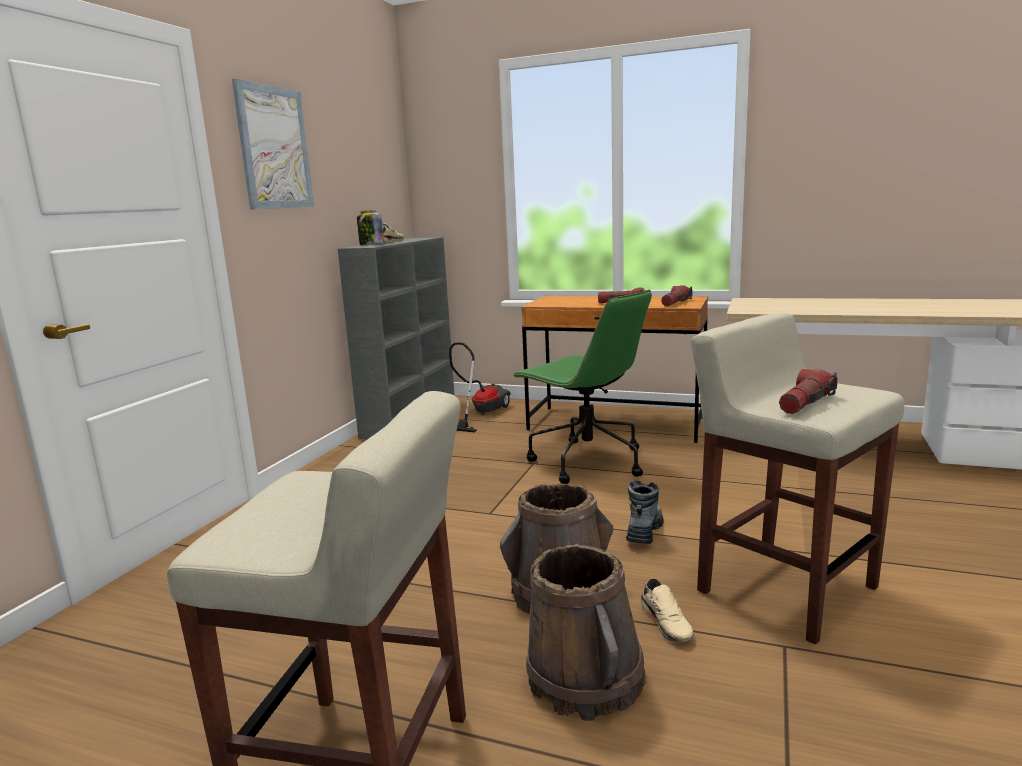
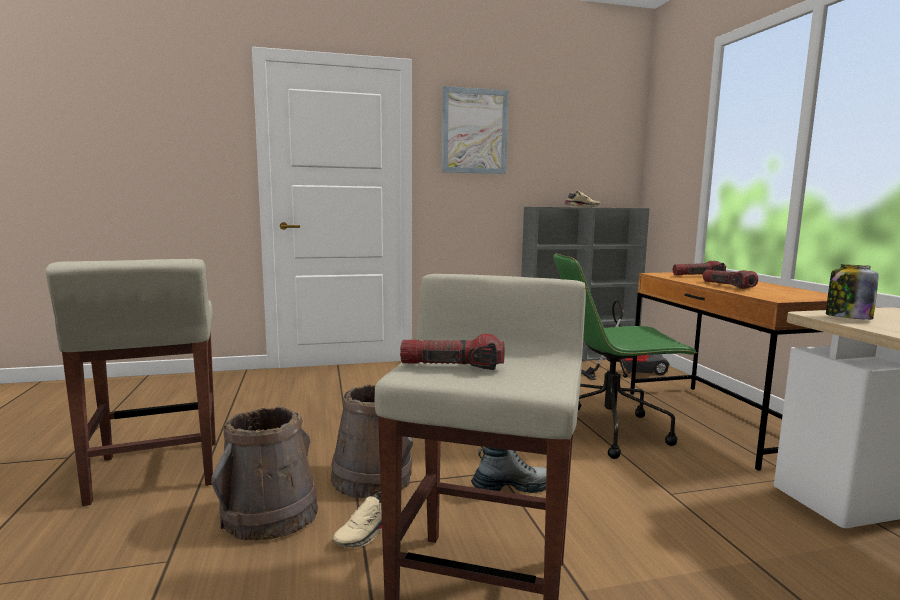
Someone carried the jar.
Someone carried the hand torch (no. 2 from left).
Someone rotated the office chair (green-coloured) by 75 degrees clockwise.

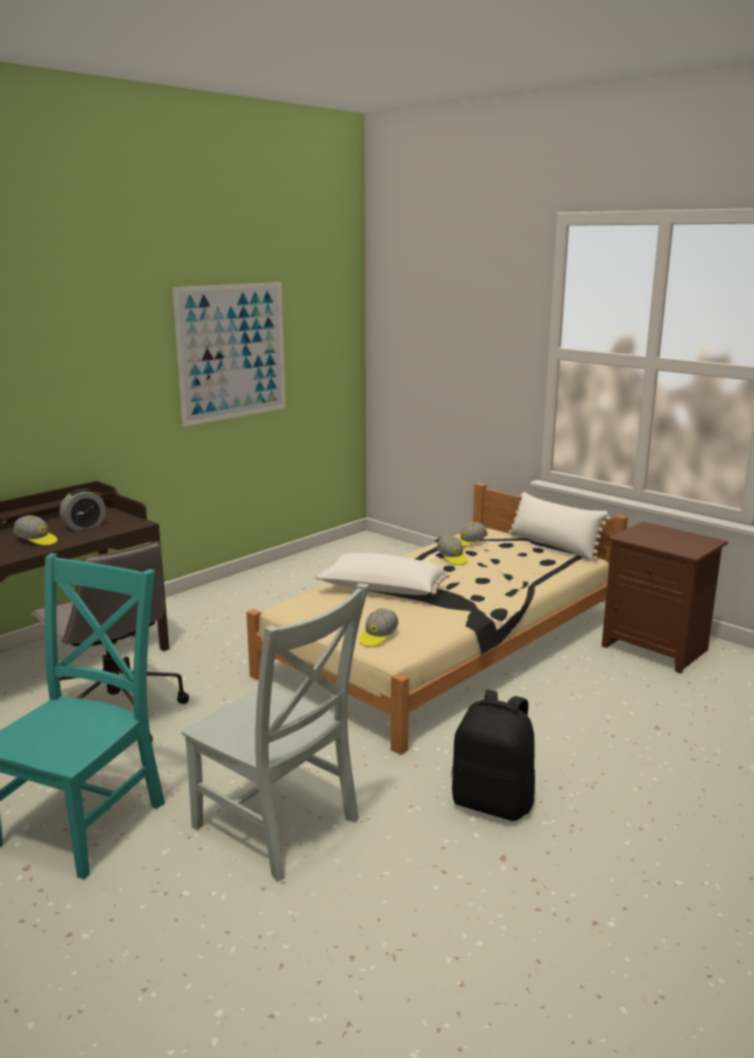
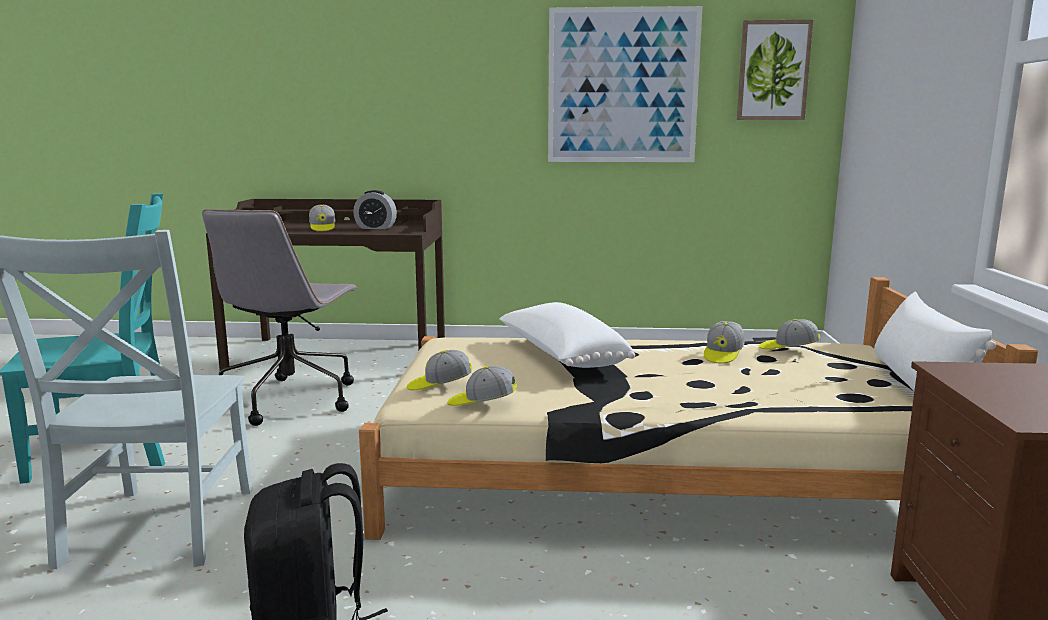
Someone put up the wall picture (no. 2 from left).
Someone put down the peaked cap (no. 3 from left).

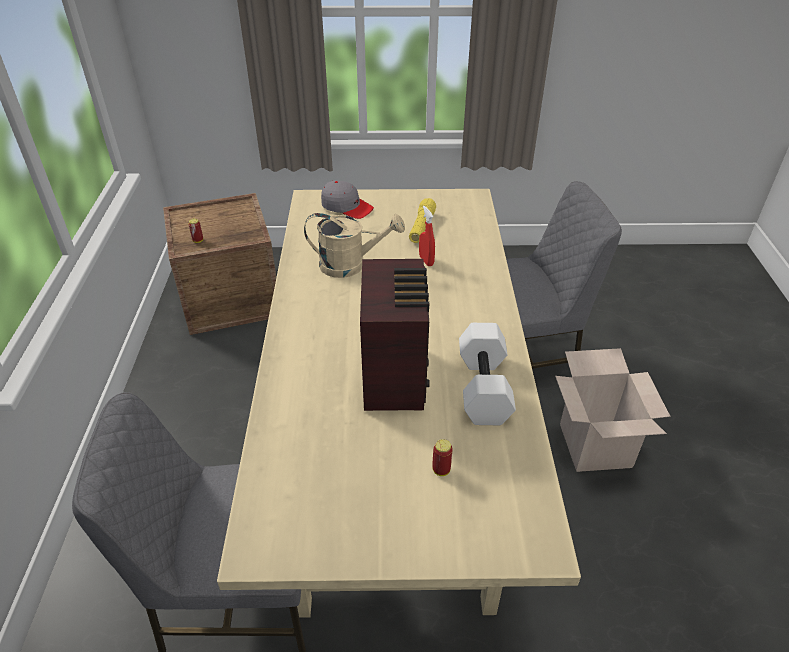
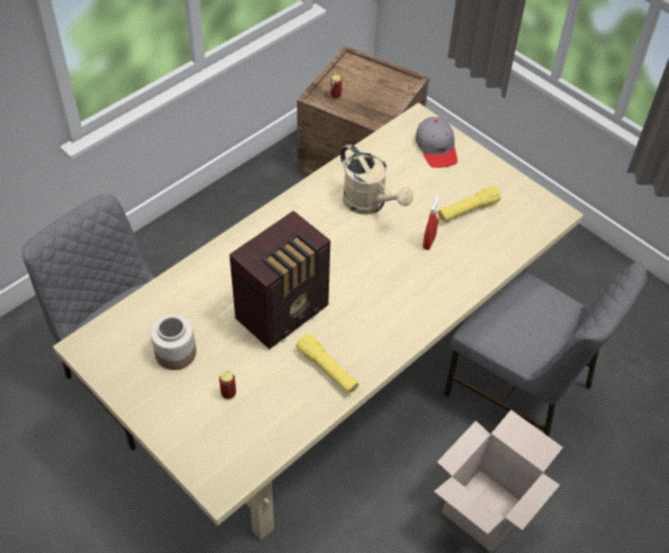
Someone swapped the free weight (white) for the hand torch (yellow) (no. 1 from left).
Someone put down the jar.

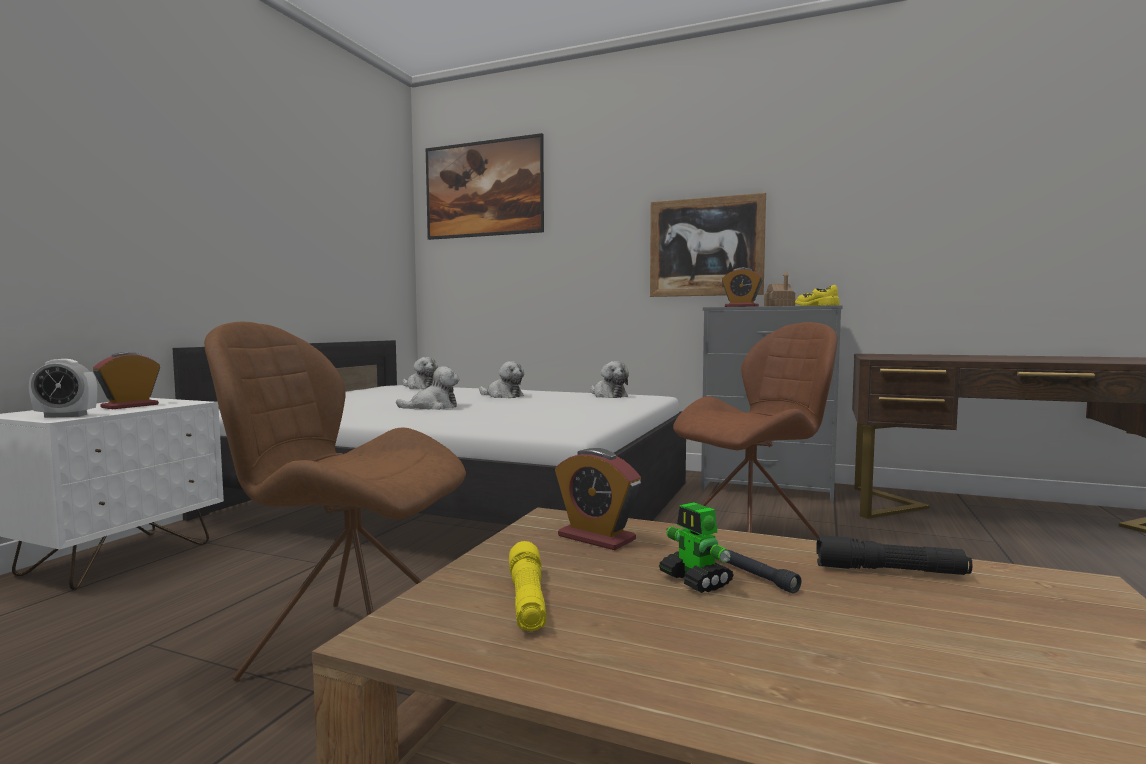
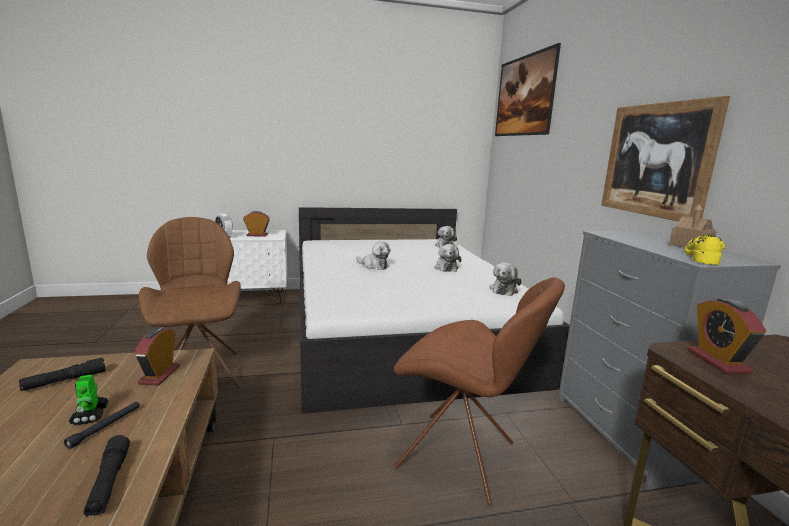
Someone carried the alarm clock (no. 4 from left).
Someone rotated the robot figure by 45 degrees counterclockwise.
Someone repainted the hand torch (yellow), which became the hand torch (blackish) (no. 1 from left).

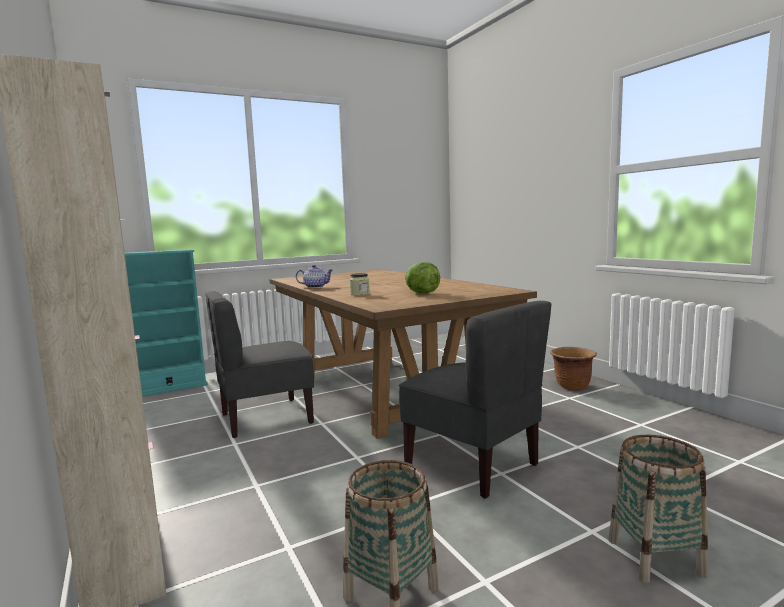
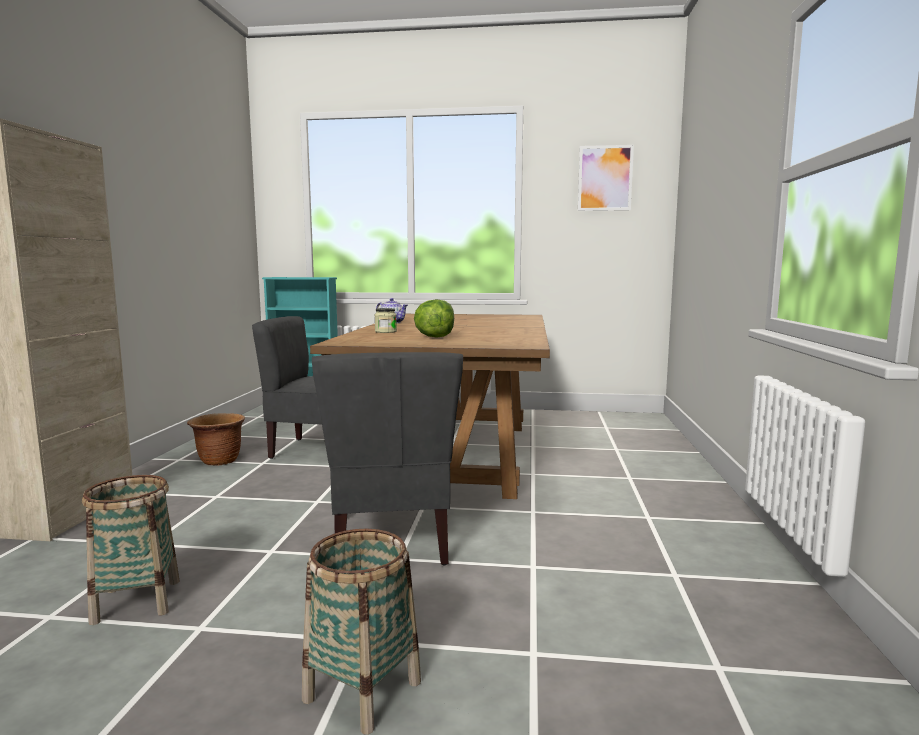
Someone carried the planter (brown).
Someone put up the wall picture.

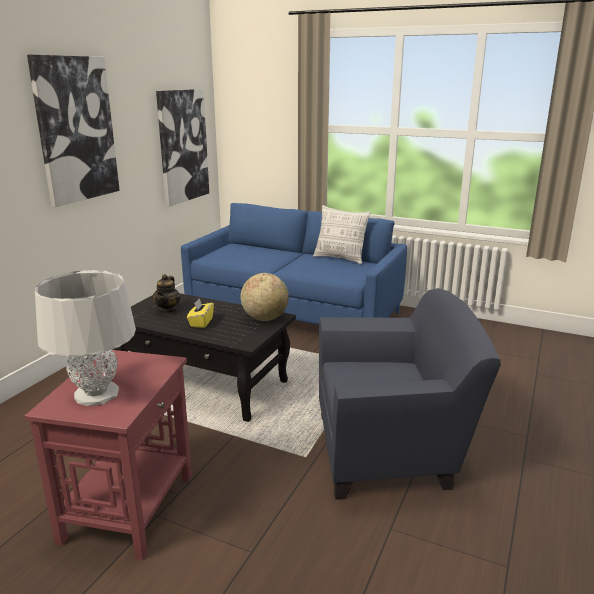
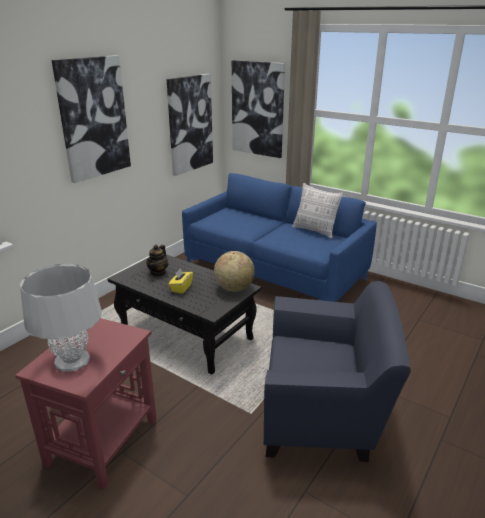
Someone put up the wall picture (no. 3 from left).

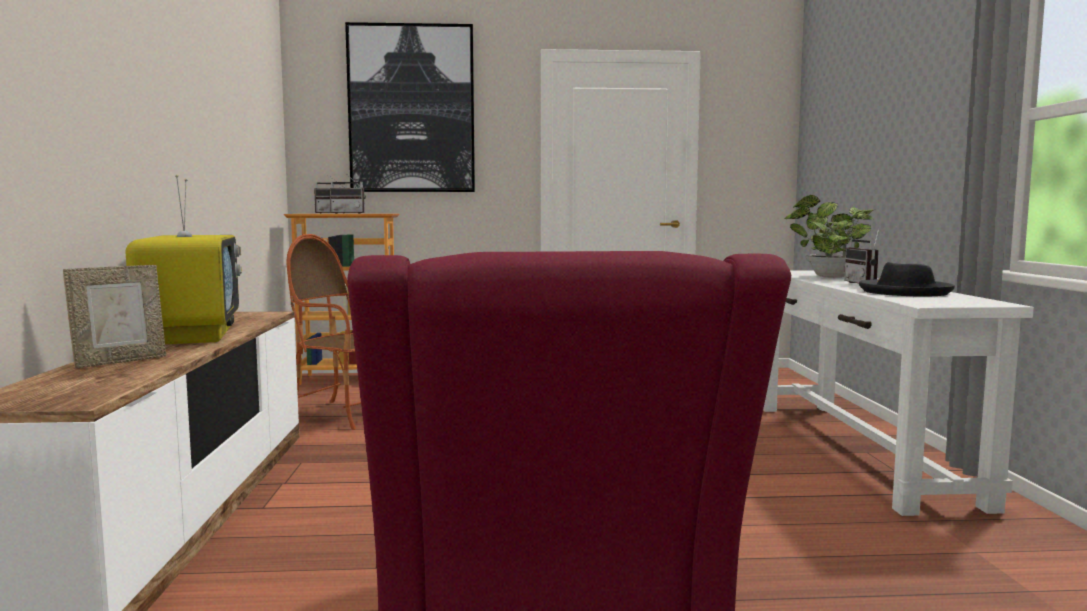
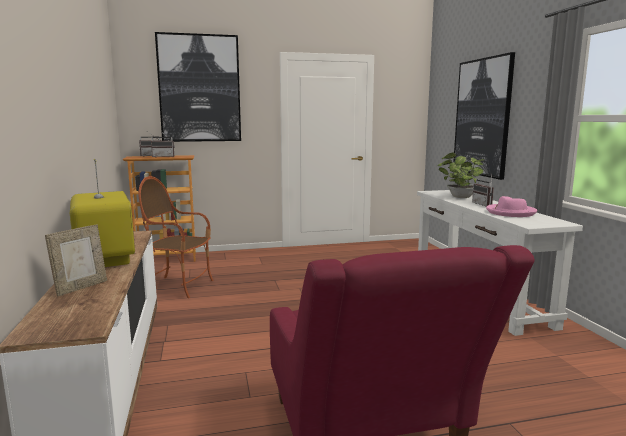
Someone repainted the clothing hat (blackish), which became the clothing hat (pinkish).
Someone put up the wall picture (no. 2 from left).

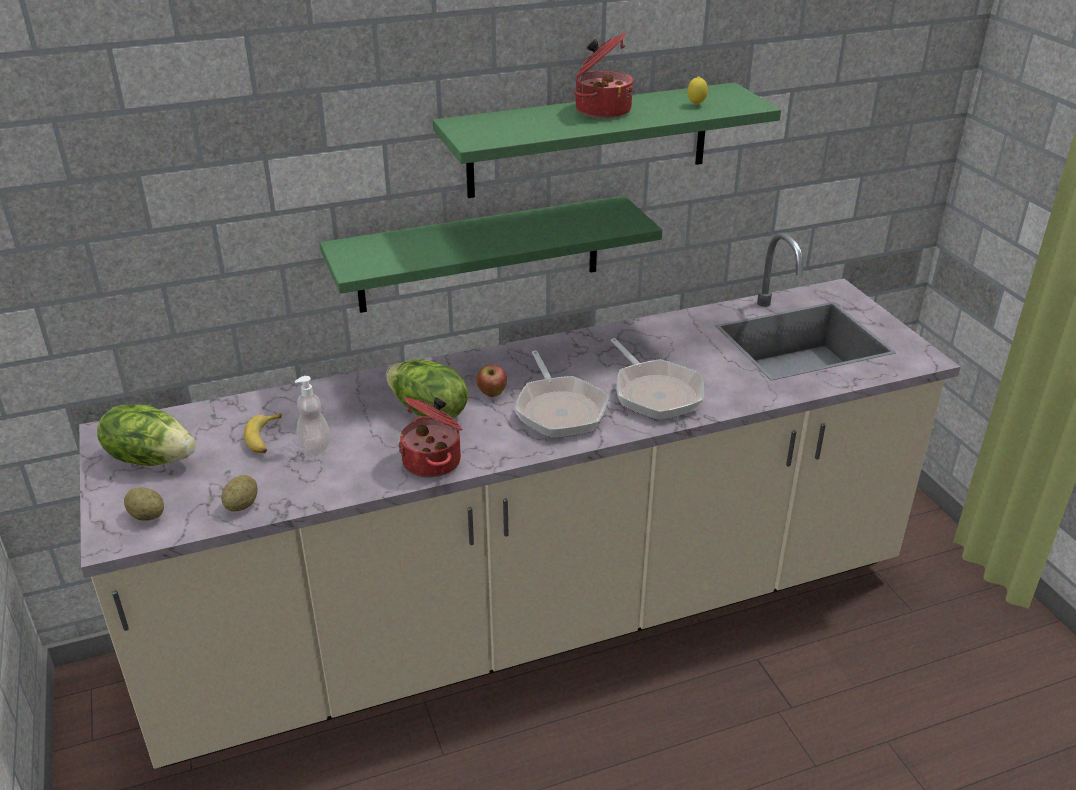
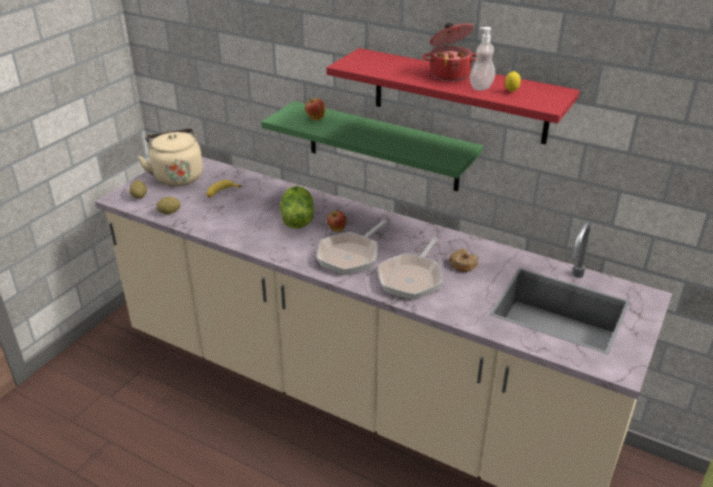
Someone repainted the shelf (green-coloured) (no. 2 from left), which became the shelf (red).
Someone carried the soap dispenser.
Someone took away the saucepot (no. 1 from left).
Someone swapped the lettuce head (no. 1 from left) for the kettle (beige).
Someone put down the apple fruit (no. 1 from left).
Someone put down the doughnut.

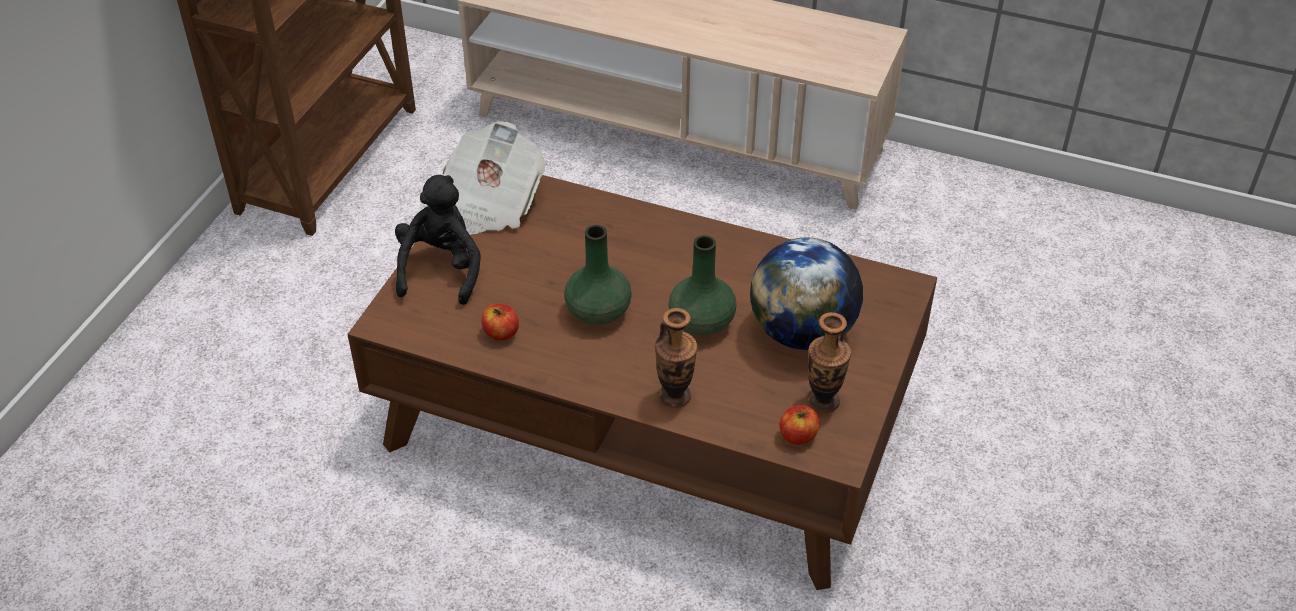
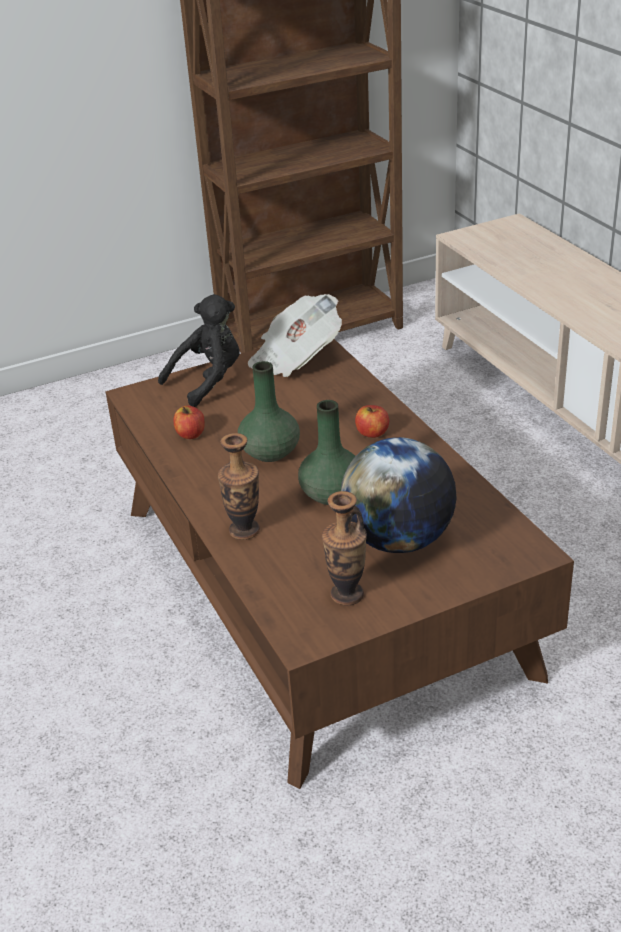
Someone carried the apple fruit (no. 2 from left).

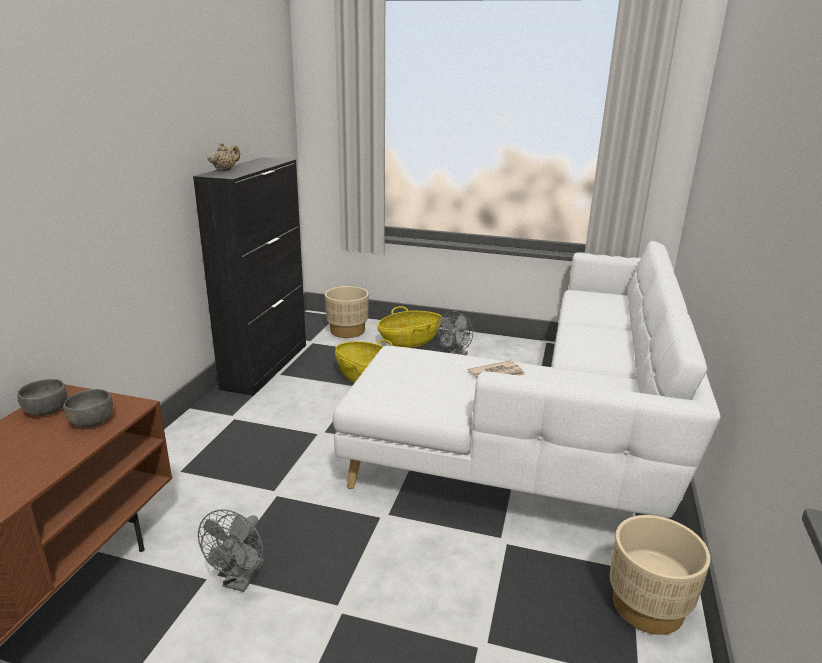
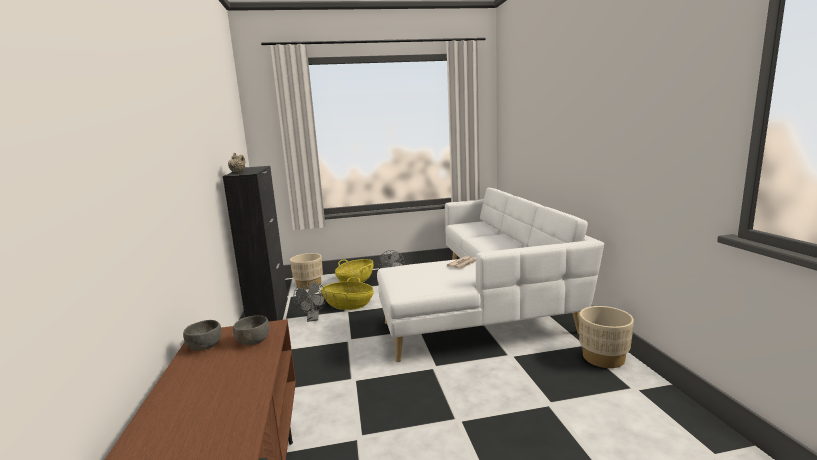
Someone carried the cooling fan (greyish) (no. 1 from left).

